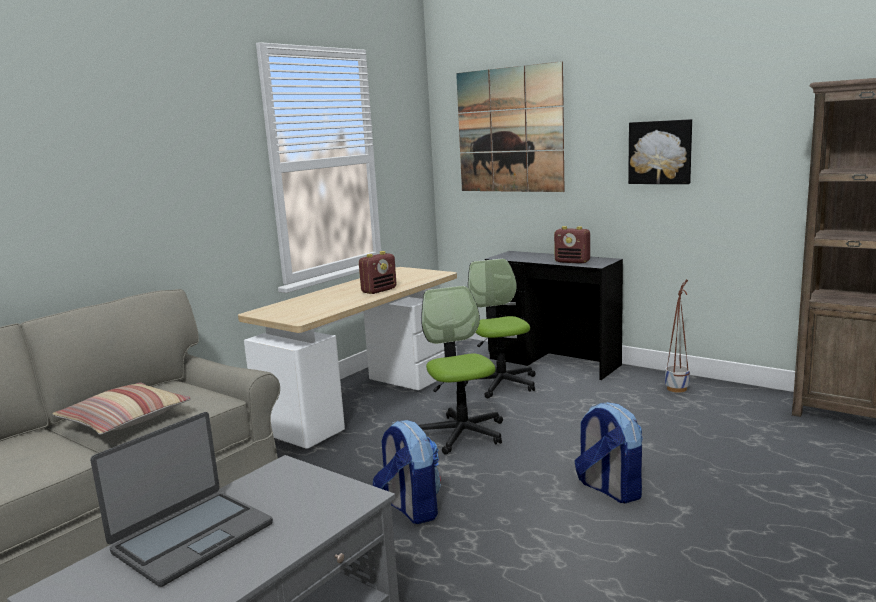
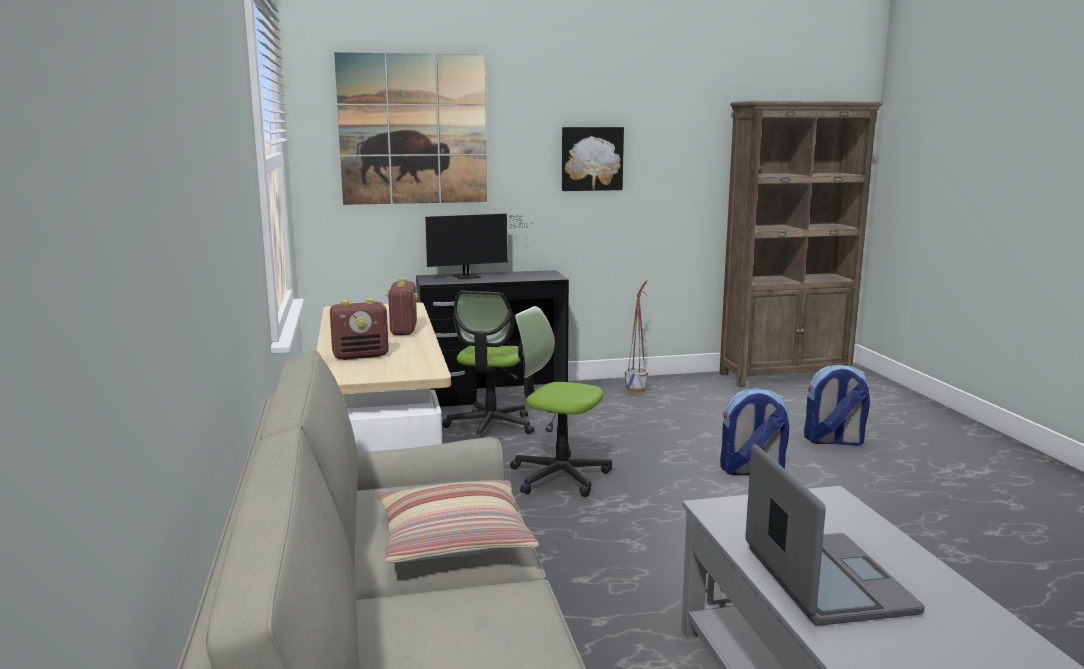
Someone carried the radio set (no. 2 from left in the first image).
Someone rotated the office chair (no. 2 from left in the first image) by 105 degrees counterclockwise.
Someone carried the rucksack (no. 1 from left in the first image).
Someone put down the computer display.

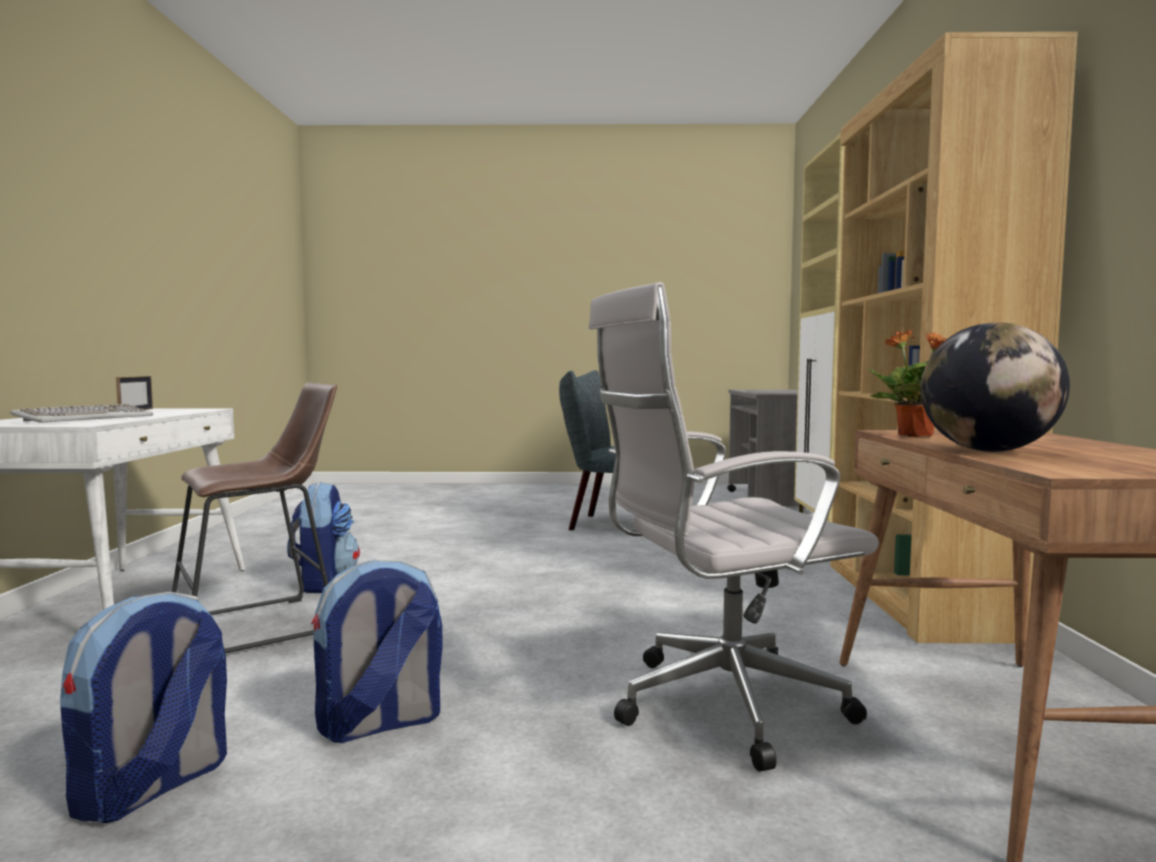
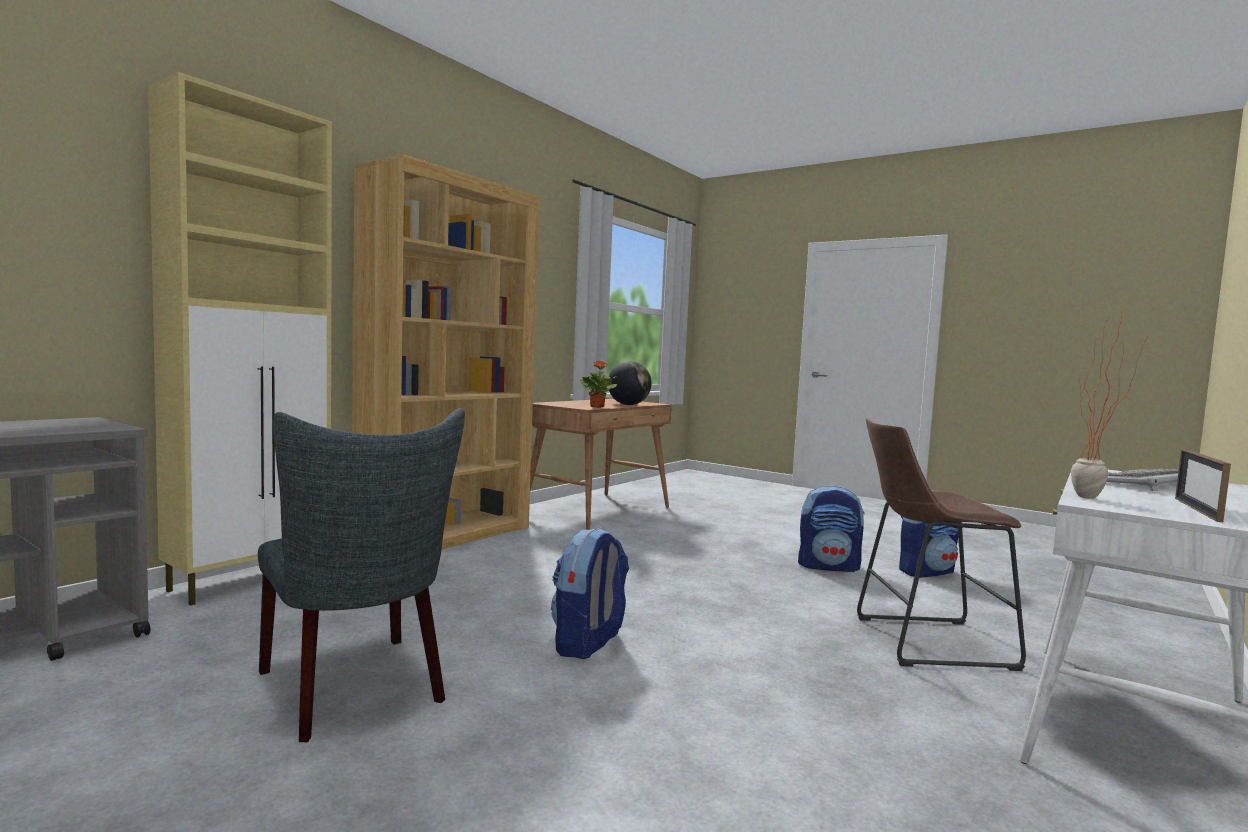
Someone took away the office chair (white).
Someone carried the rucksack (no. 2 from left in the first image).
Someone put down the houseplant (no. 2 from left).

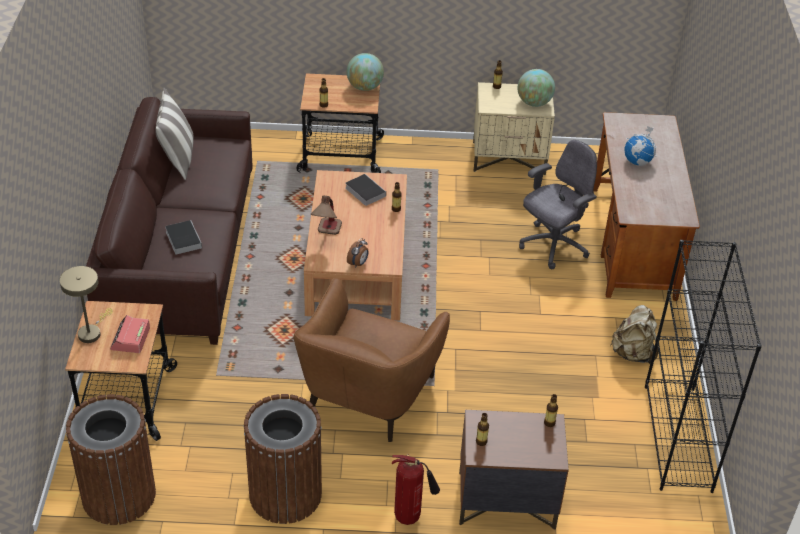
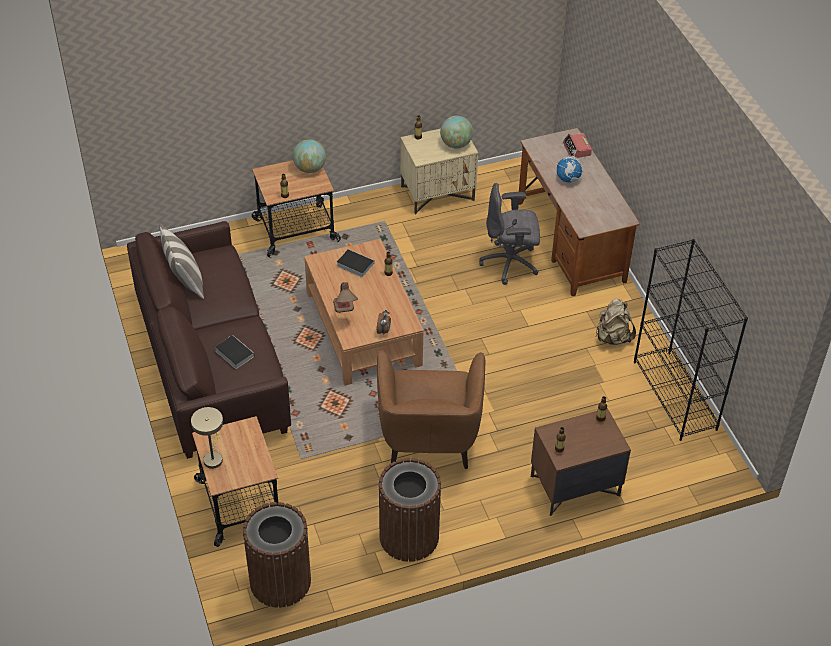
Someone rotated the office chair (greyish) by 120 degrees counterclockwise.
Someone carried the alarm clock (no. 1 from left in the first image).
Someone took away the extinguisher.

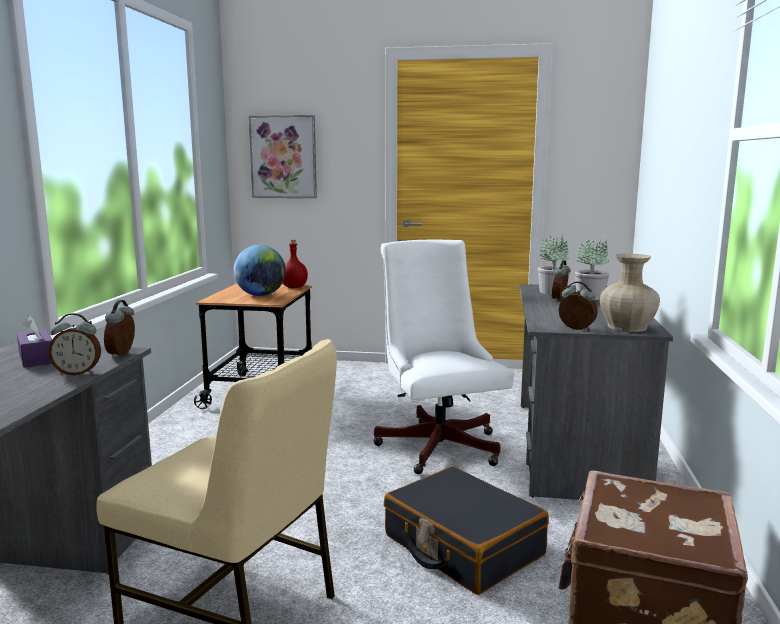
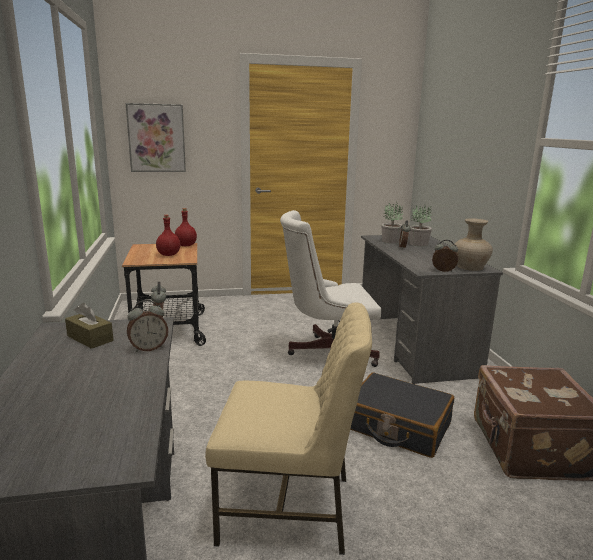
Someone rotated the office chair (white) by 60 degrees counterclockwise.
Someone swapped the globe for the drink bottle (red) (no. 1 from left).
Someone repainted the box of tissues (purplish), which became the box of tissues (brown).

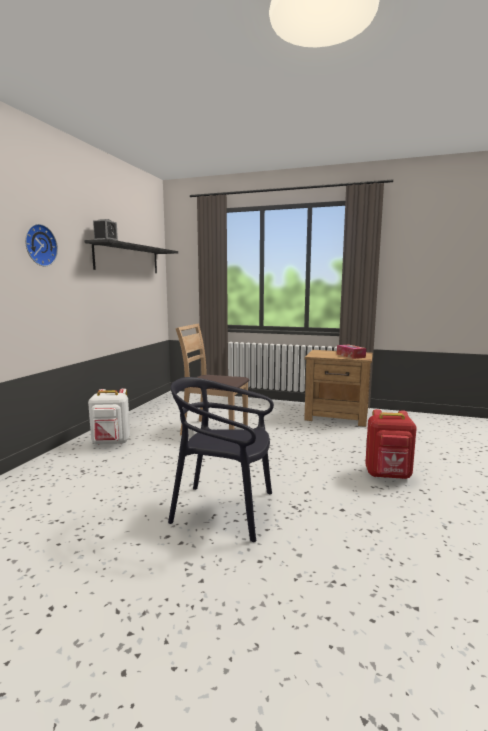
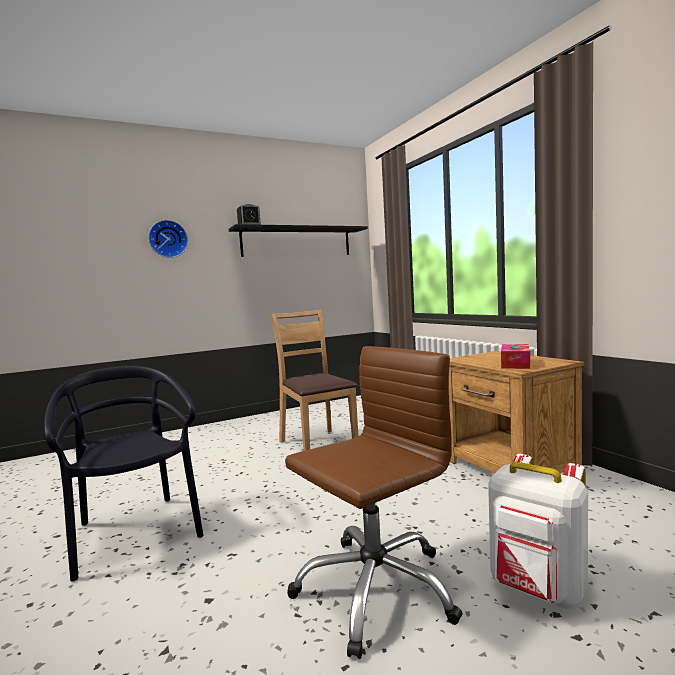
Someone carried the rucksack (white).
Someone swapped the rucksack (red) for the office chair (brown).

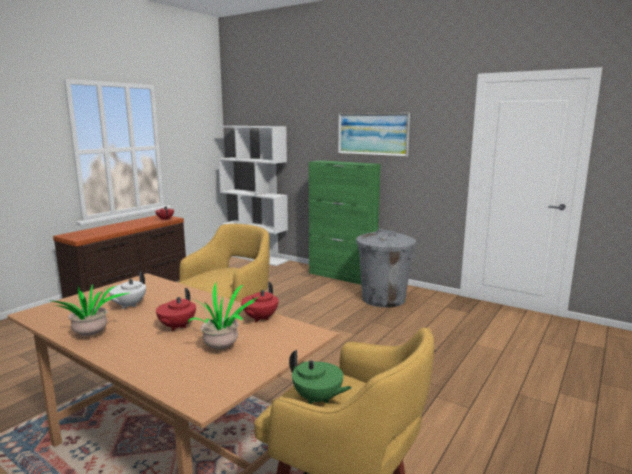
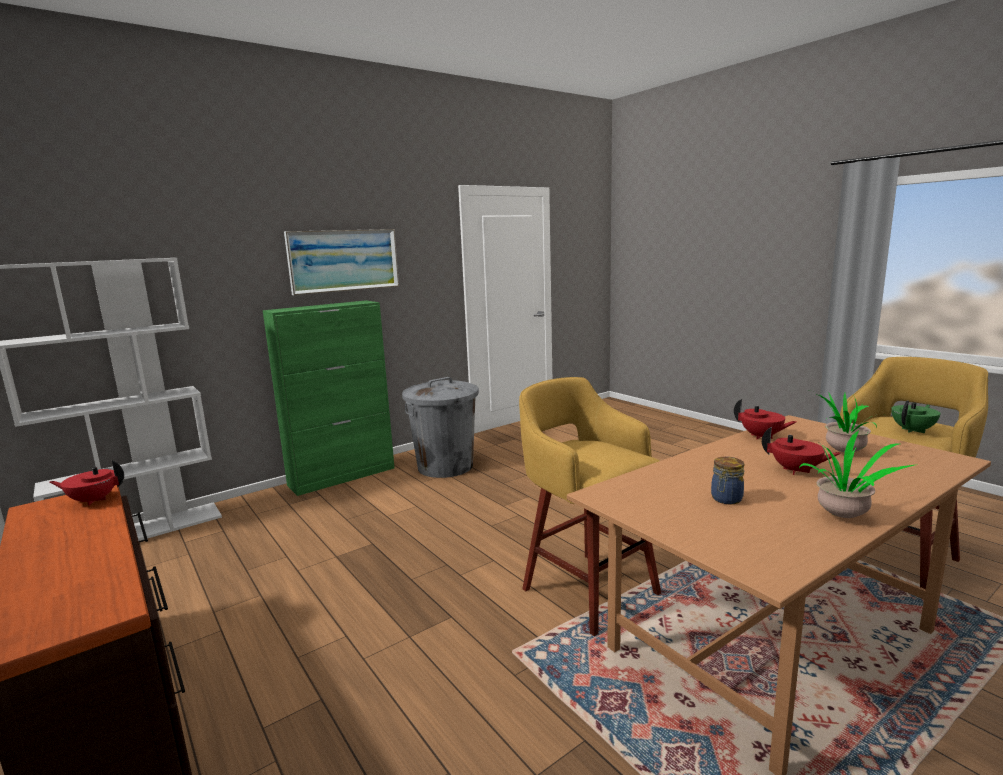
Someone swapped the teapot (white) for the jar.

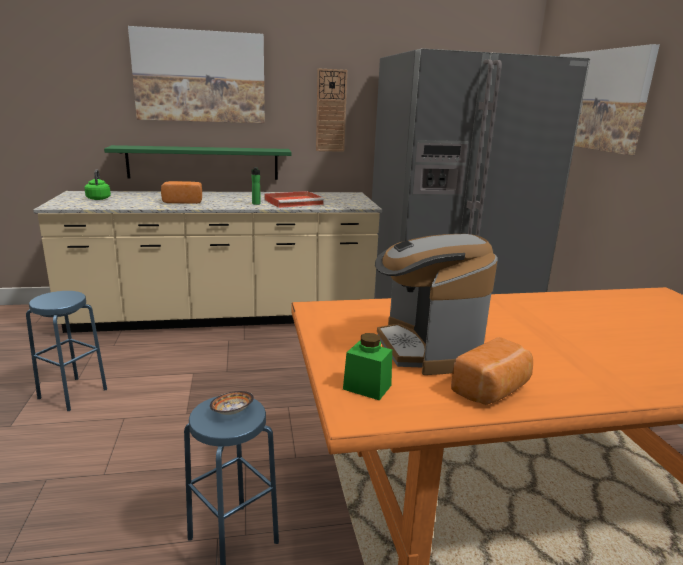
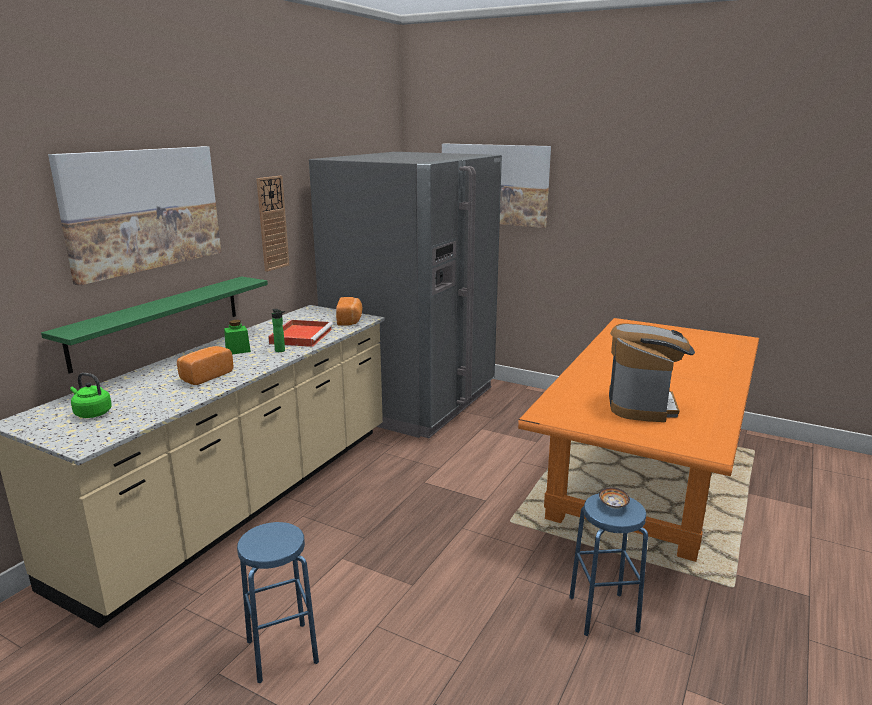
Someone rotated the coffee maker by 105 degrees counterclockwise.
Someone carried the jar (green-coloured).
Someone carried the baked bread (no. 2 from left).

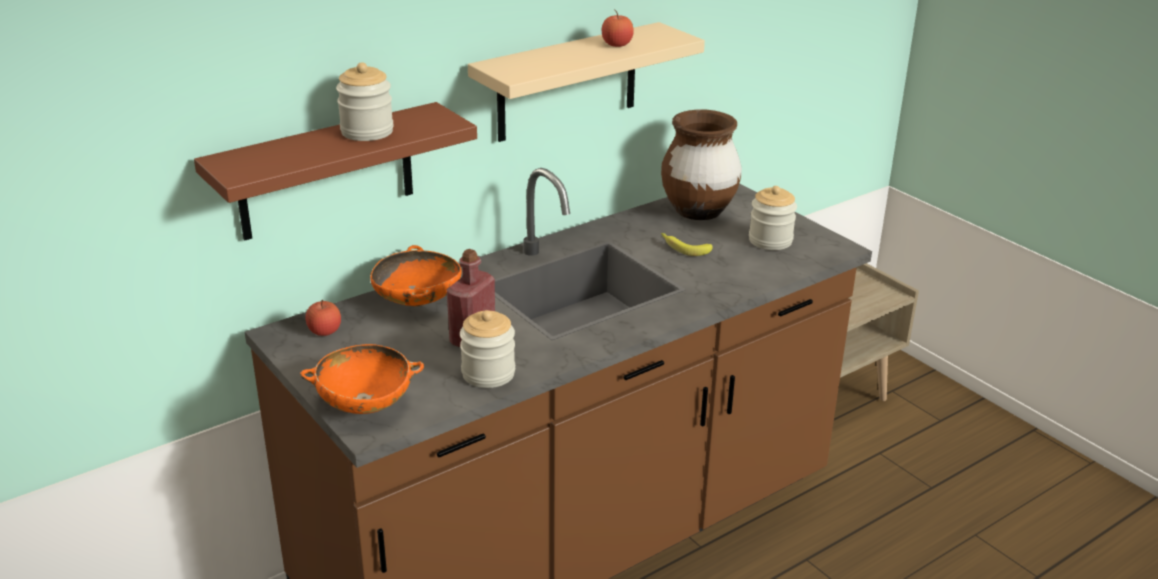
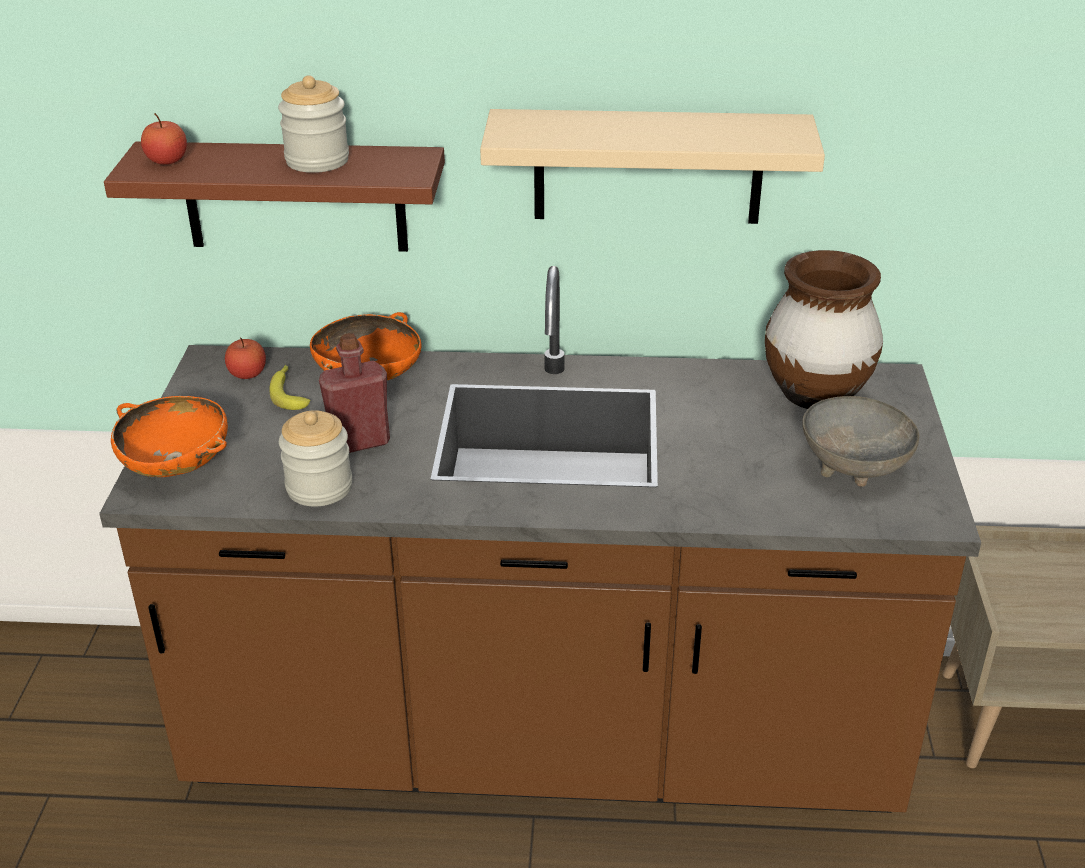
Someone carried the apple fruit (no. 2 from left in the first image).
Someone swapped the jar (no. 3 from left) for the serving bowl (greyish).
Someone carried the banana fruit.

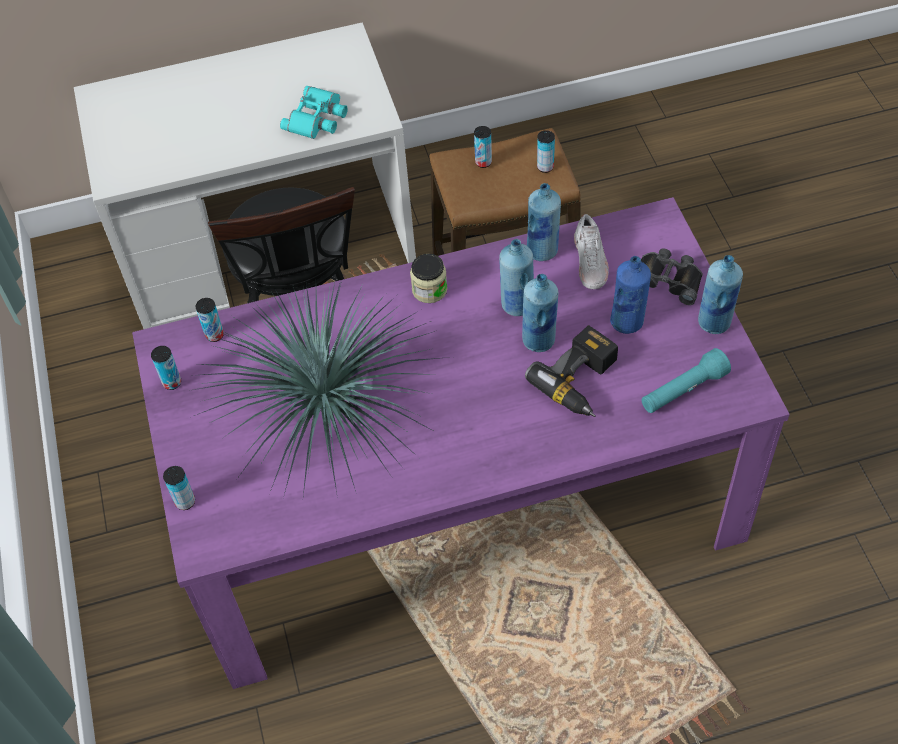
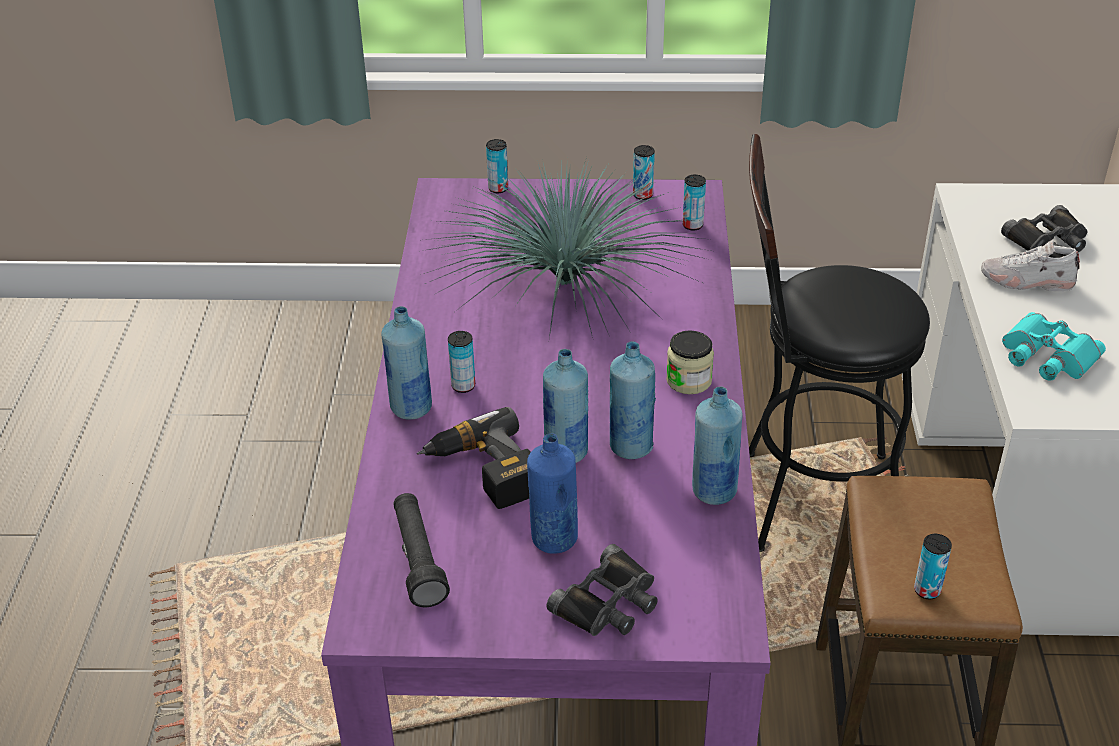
Someone carried the sealed can (no. 4 from left in the first image).
Someone carried the low shoe (white).
Someone carried the drink bottle (blue) (no. 5 from left in the first image).
Someone repainted the hand torch (blue-green), which became the hand torch (blackish).
Someone put down the binoculars (blackish) (no. 2 from left).

